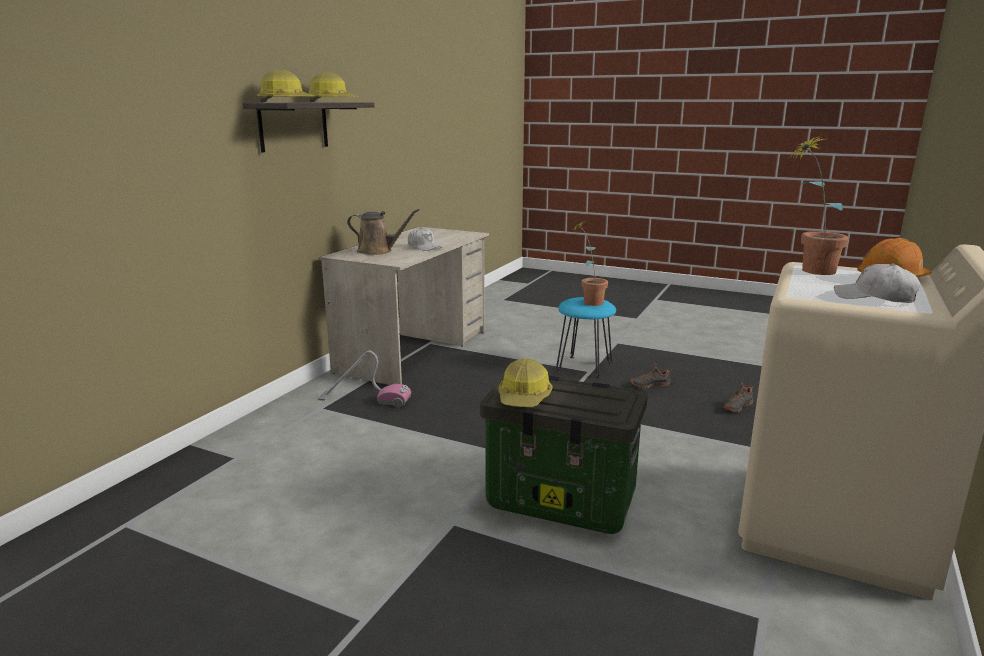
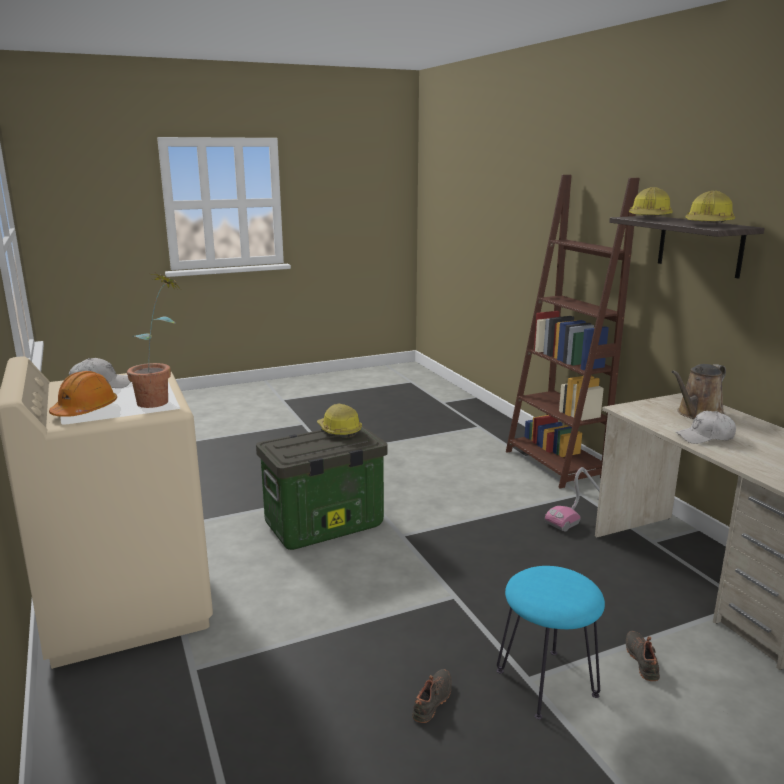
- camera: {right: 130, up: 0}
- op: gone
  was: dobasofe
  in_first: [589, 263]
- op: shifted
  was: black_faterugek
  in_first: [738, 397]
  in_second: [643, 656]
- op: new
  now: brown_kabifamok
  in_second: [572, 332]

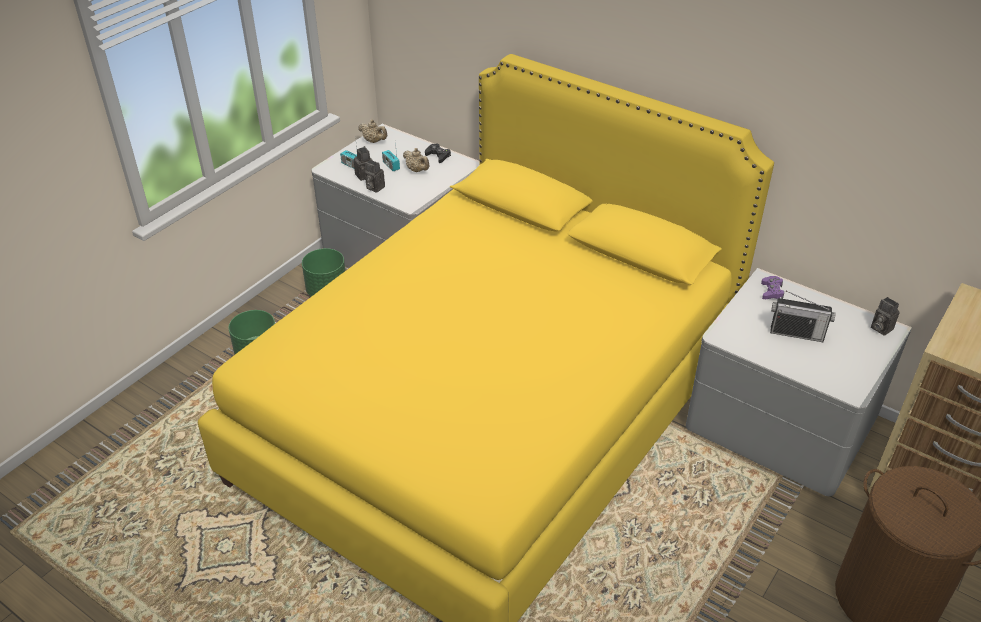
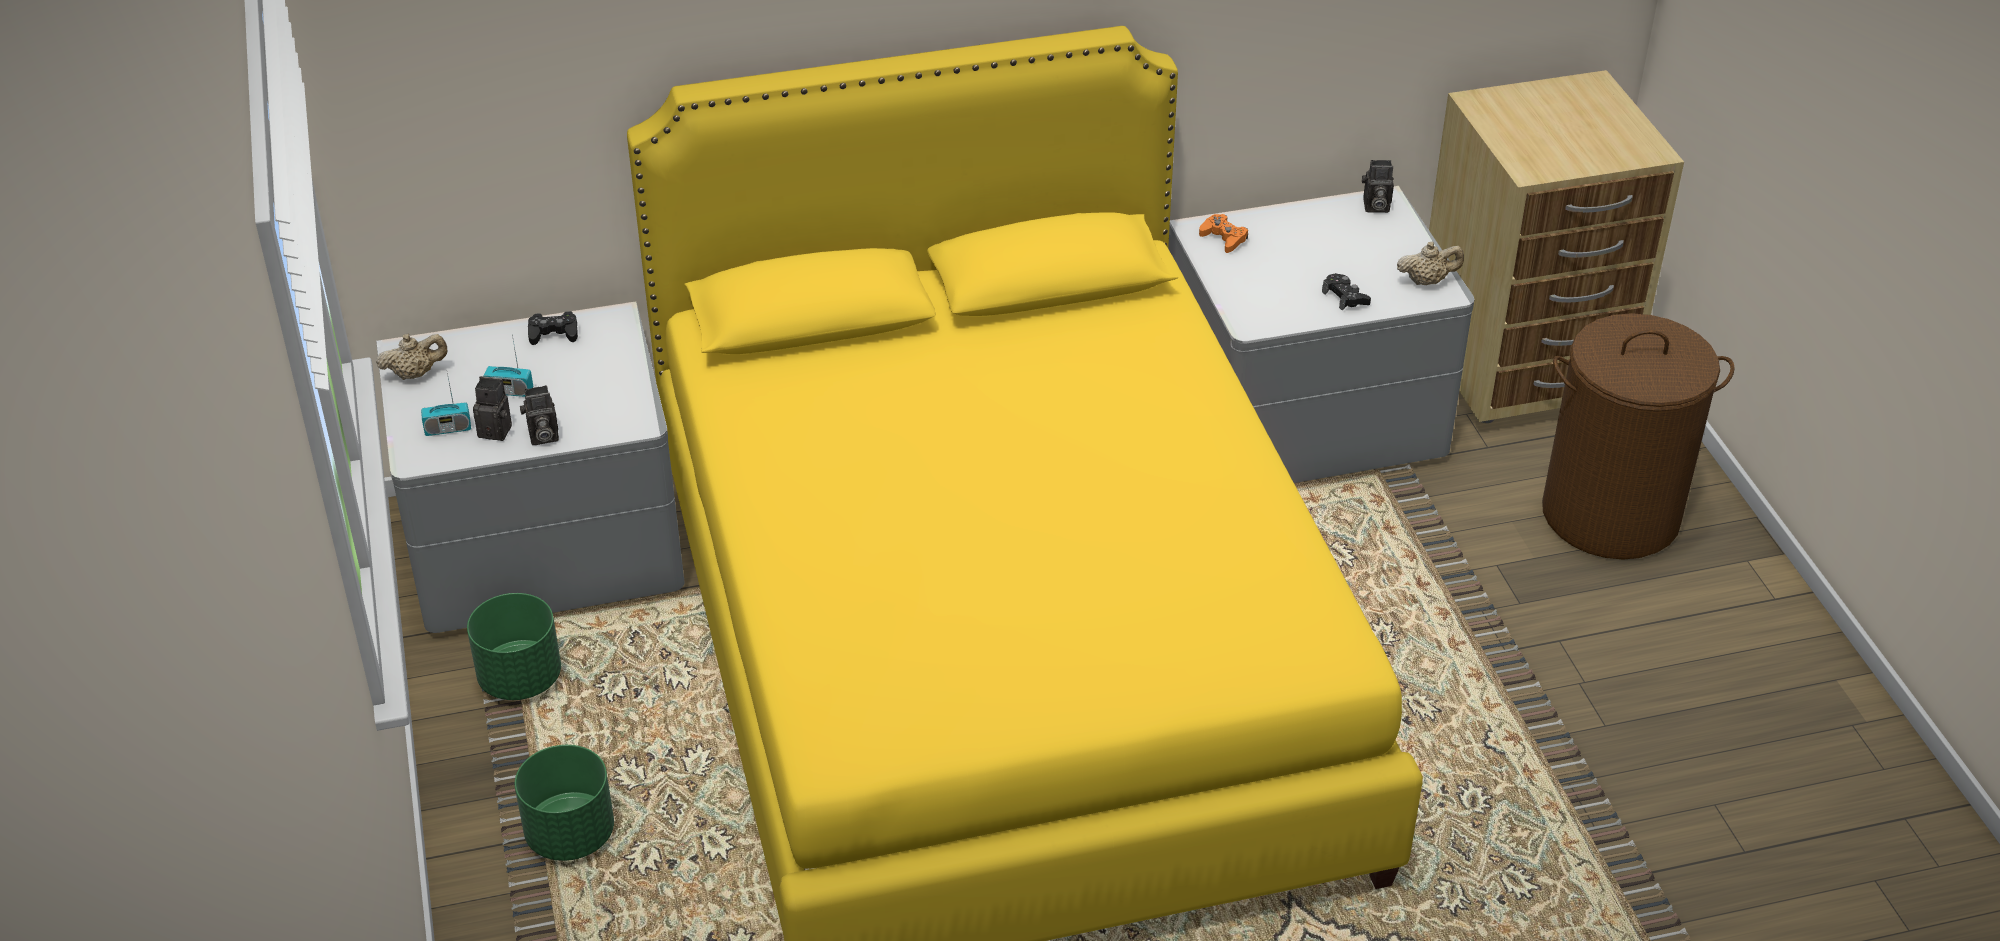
- camera: {right: -50, up: 0}
- op: shifted
  was: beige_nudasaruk
  in_first: [416, 160]
  in_second: [1430, 263]
- op: repainted
  was: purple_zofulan
  now: orange_zofulan
  in_first: [772, 287]
  in_second: [1223, 233]
- op: gone
  was: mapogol
  in_first: [803, 316]
- op: new
  now: black_zofulan
  in_second: [1346, 292]

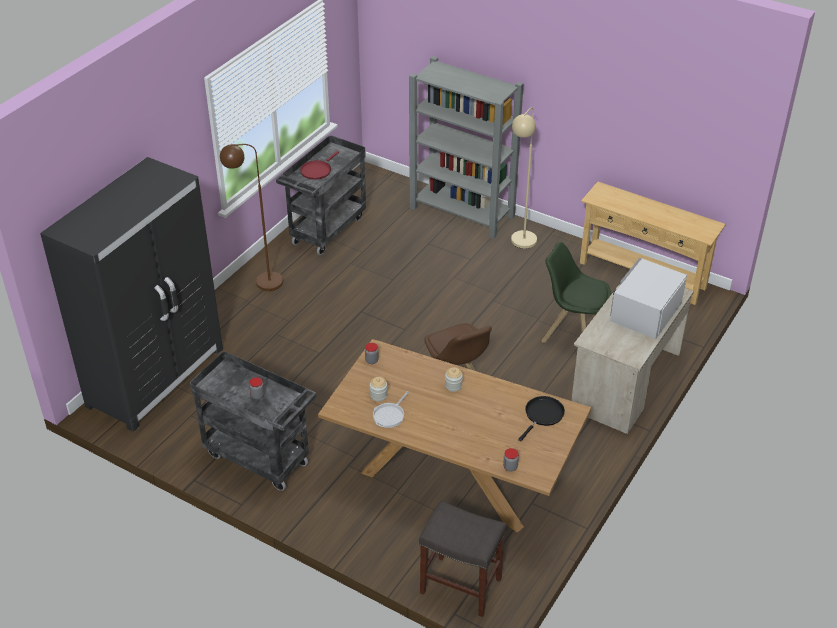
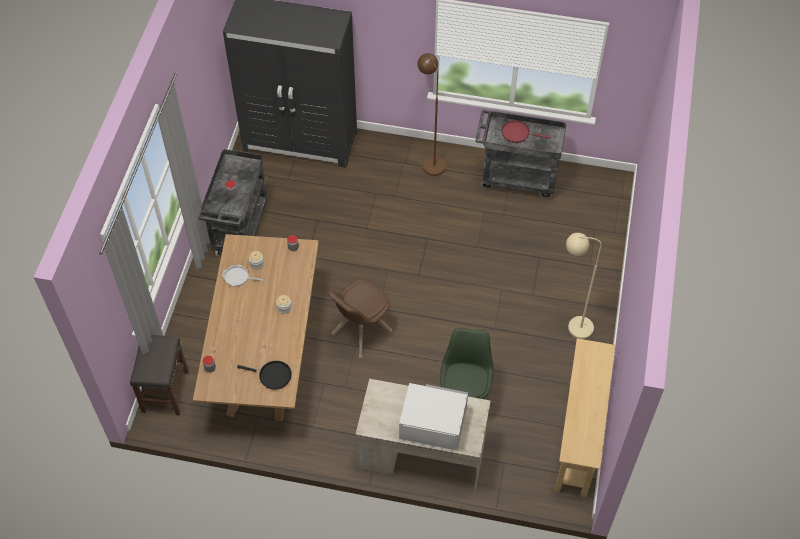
- camera: {right: 70, up: 15}
- op: gone
  was: grey_kabifamok
  in_first: [466, 147]

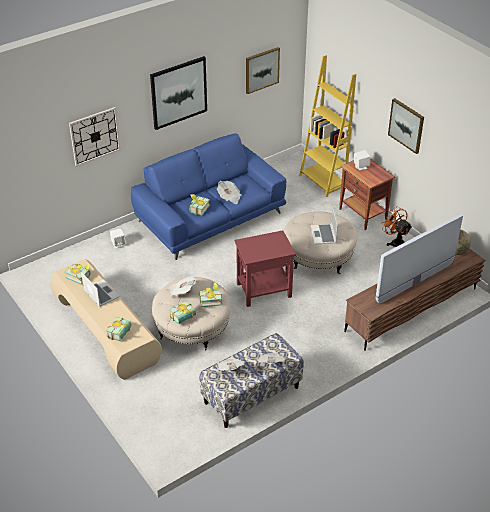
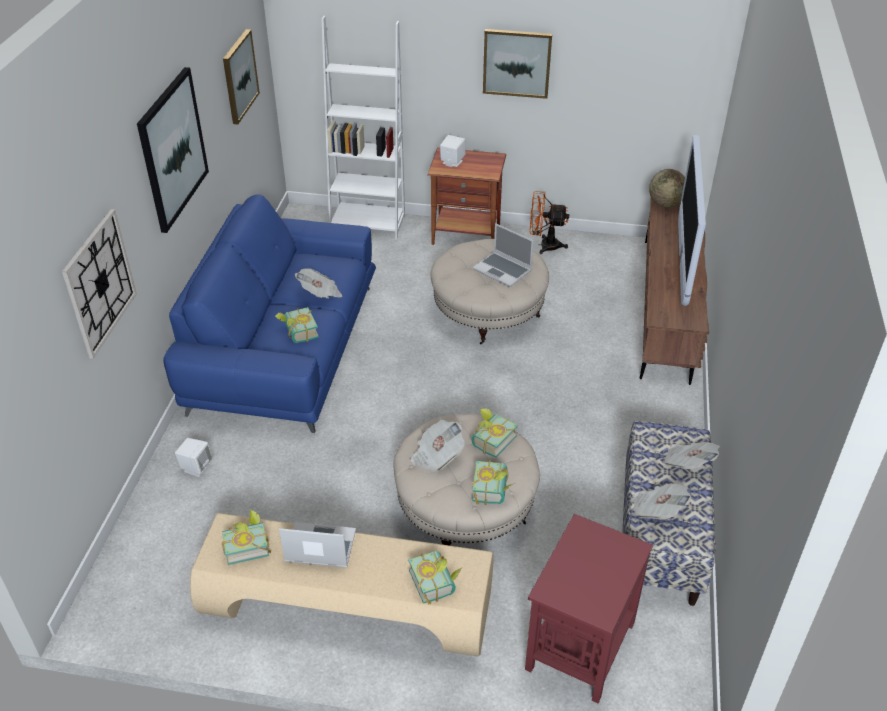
- camera: {right: -45, up: 0}
- op: shifted
  was: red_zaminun
  in_first: [265, 268]
  in_second: [589, 608]
- op: repainted
  was: yellow_kabifamok
  now: white_kabifamok
  in_first: [327, 126]
  in_second: [363, 128]

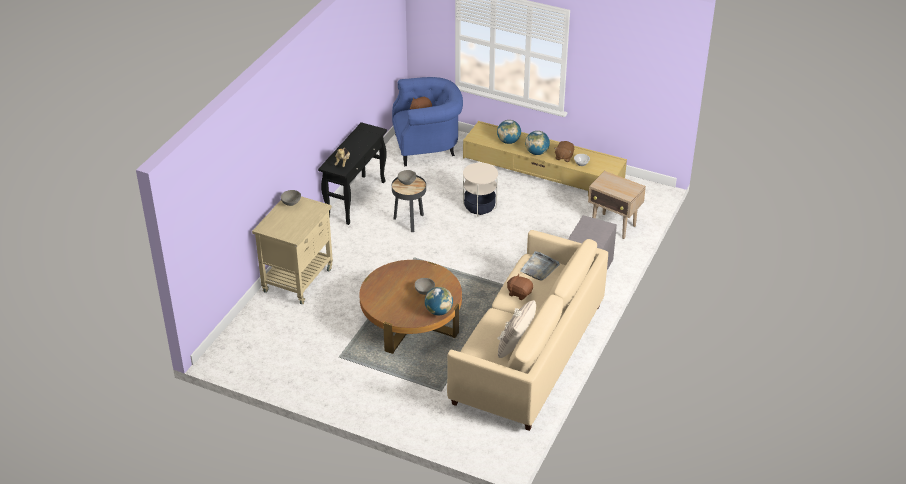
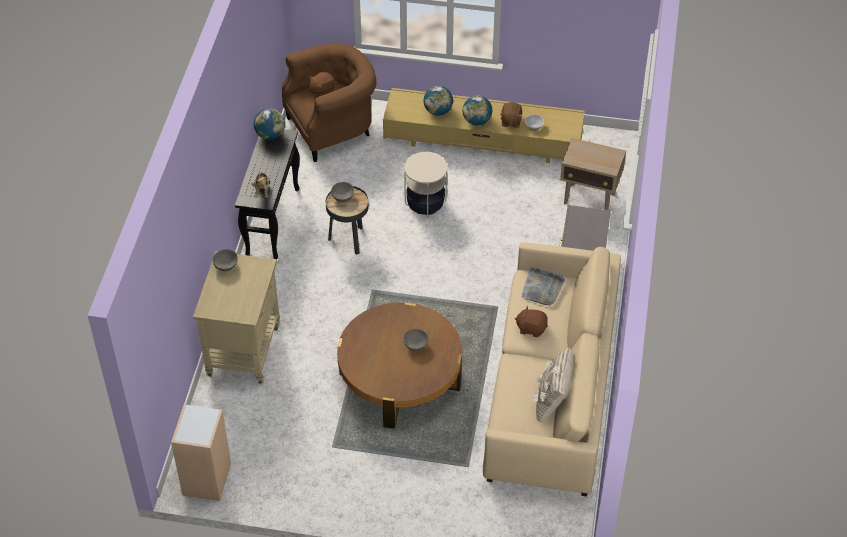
- camera: {right: -15, up: 10}
- op: repainted
  was: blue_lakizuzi
  now: brown_lakizuzi
  in_first: [427, 122]
  in_second: [329, 102]
- op: shifted
  was: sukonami
  in_first: [439, 301]
  in_second: [269, 124]
- op: new
  now: kabifamok
  in_second: [201, 452]

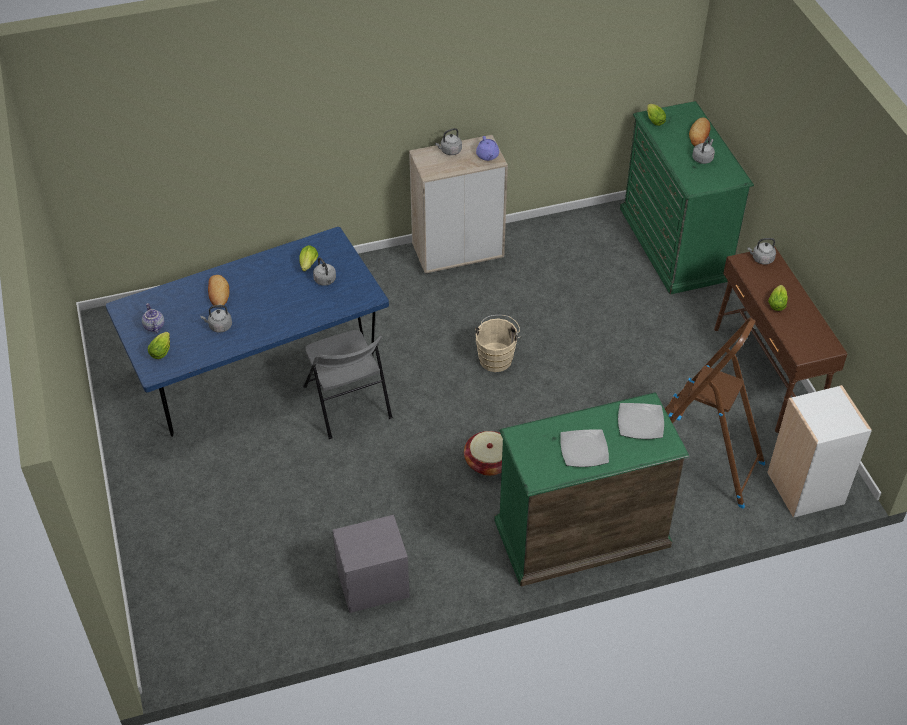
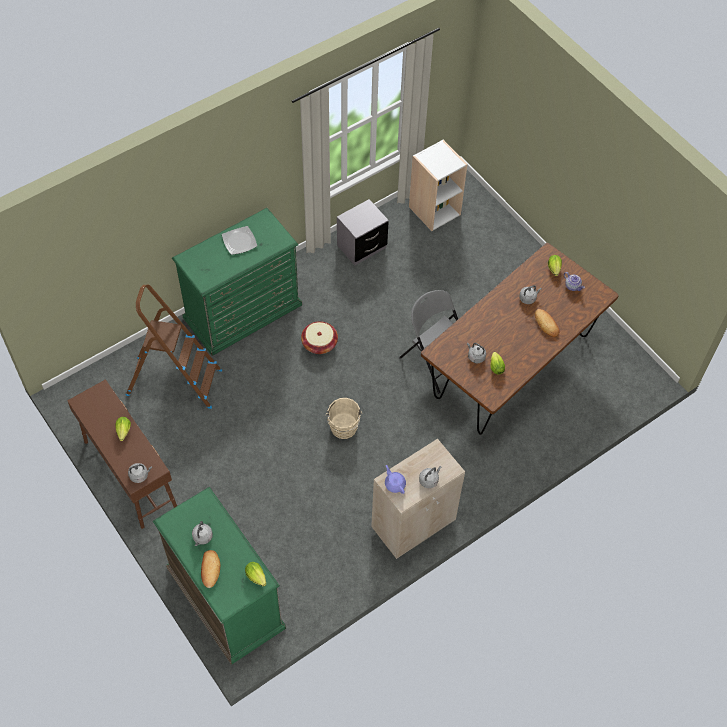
- camera: {right: 160, up: 10}
- op: repainted
  was: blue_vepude
  now: brown_vepude
  in_first: [247, 332]
  in_second: [520, 339]
- op: gone
  was: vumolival
  in_first: [641, 421]
- op: shifted
  was: kabifamok
  in_first: [819, 451]
  in_second: [438, 185]

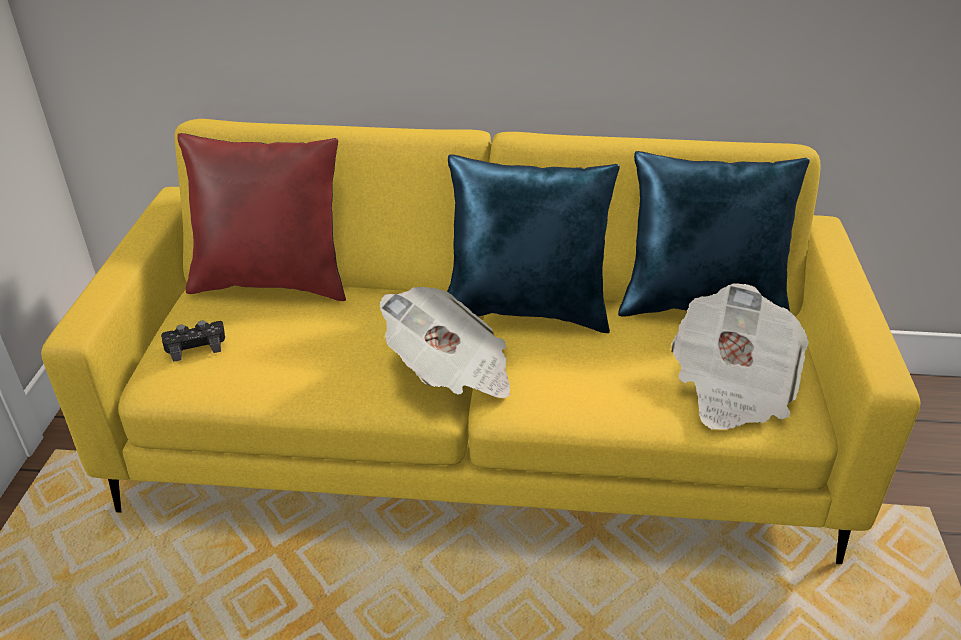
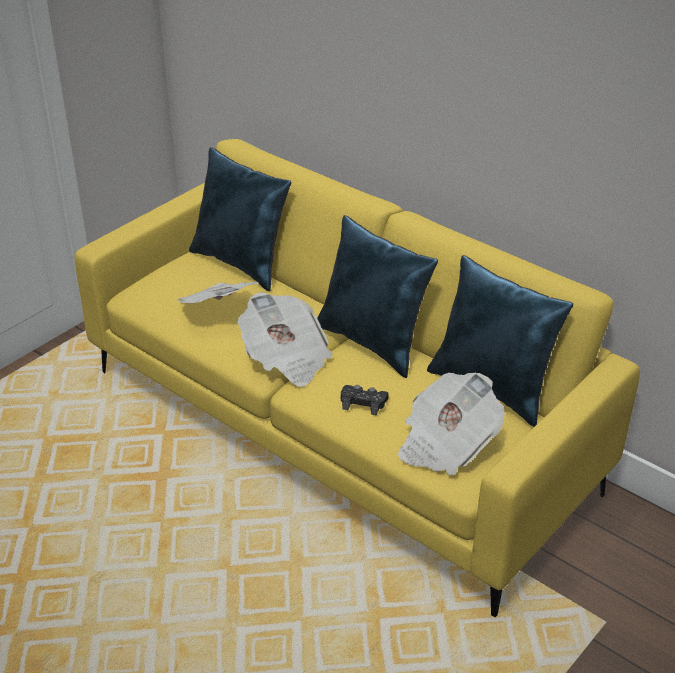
- camera: {right: 35, up: 0}
- op: shifted
  was: black_zofulan
  in_first: [193, 341]
  in_second: [365, 400]
- op: repainted
  was: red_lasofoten
  now: blue_lasofoten
  in_first: [261, 217]
  in_second: [240, 219]
- op: new
  now: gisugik
  in_second: [217, 292]

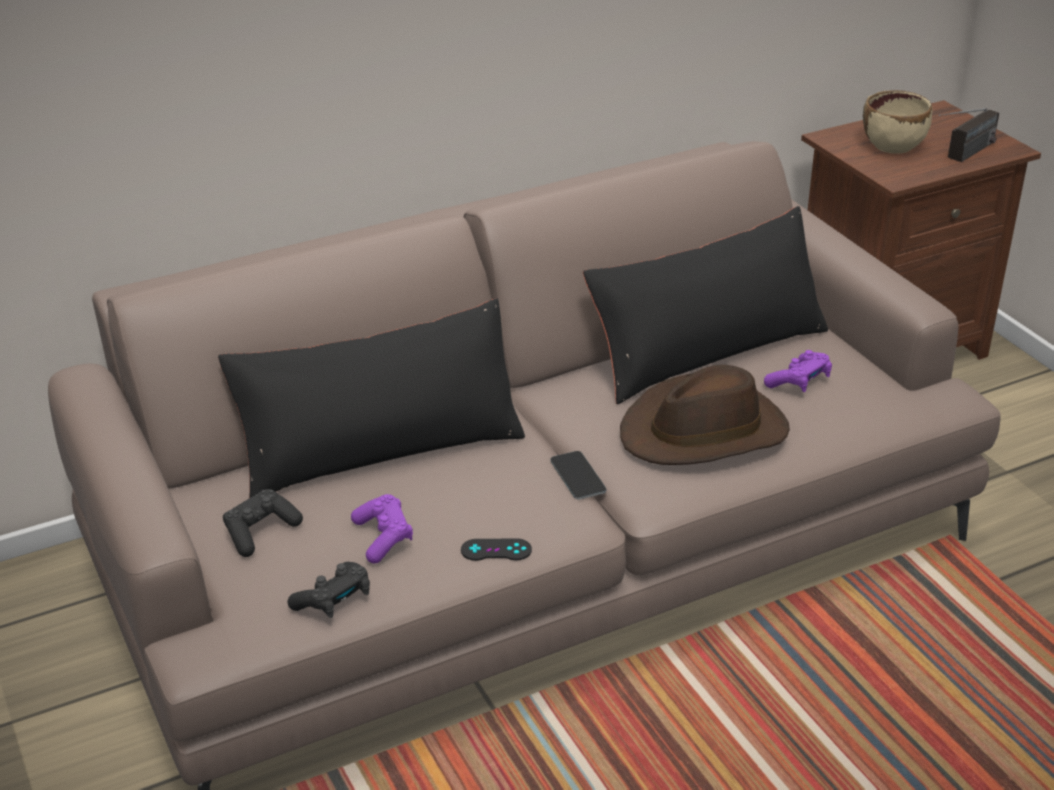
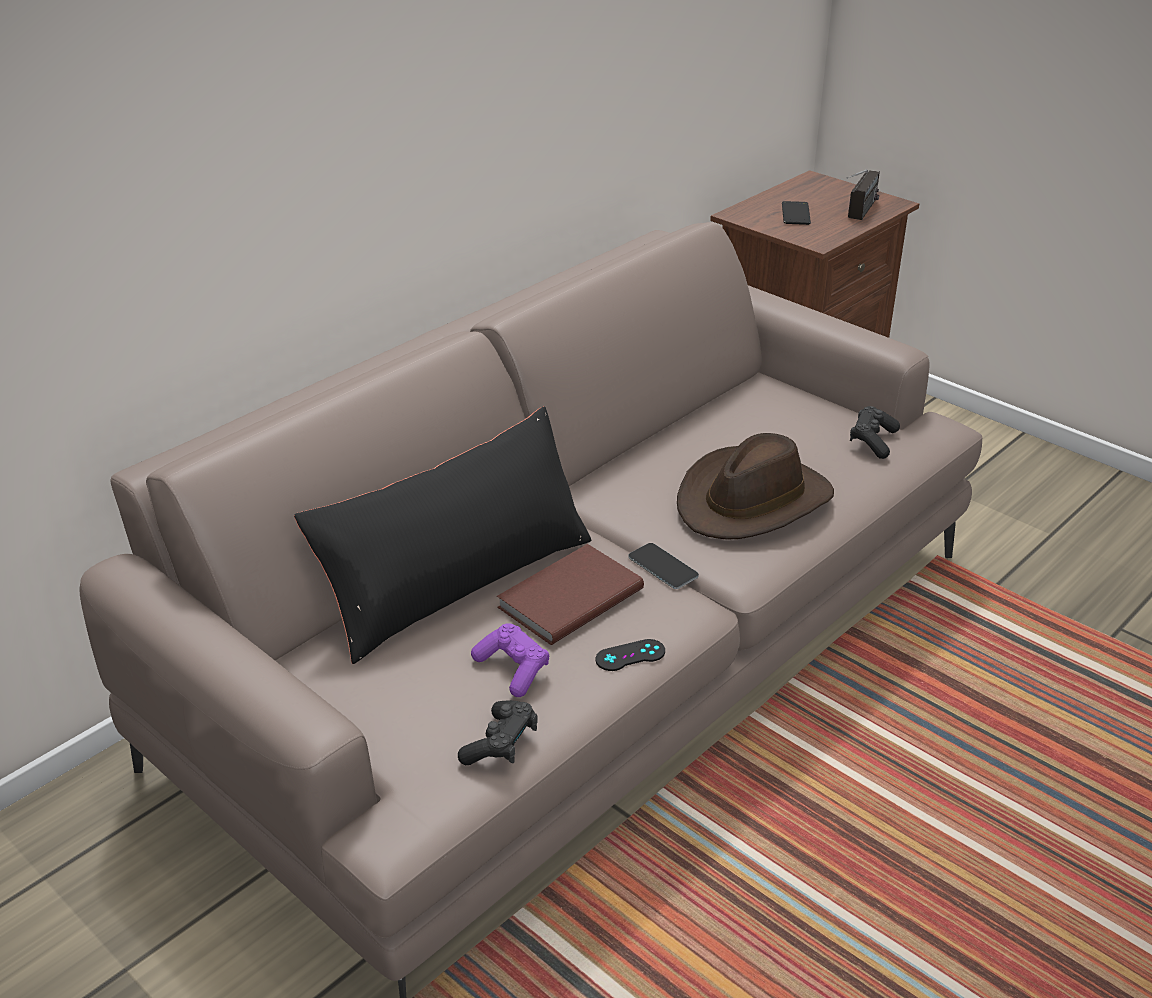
- camera: {right: -20, up: 0}
- op: shifted
  was: black_zofulan
  in_first: [263, 523]
  in_second: [875, 432]
- op: gone
  was: black_lasofoten
  in_first: [705, 305]
- op: gone
  was: purple_zofulan
  in_first: [798, 371]
- op: swapped
  was: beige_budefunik
  now: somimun
  in_first: [898, 122]
  in_second: [796, 213]
- op: new
  now: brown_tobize
  in_second: [570, 594]

